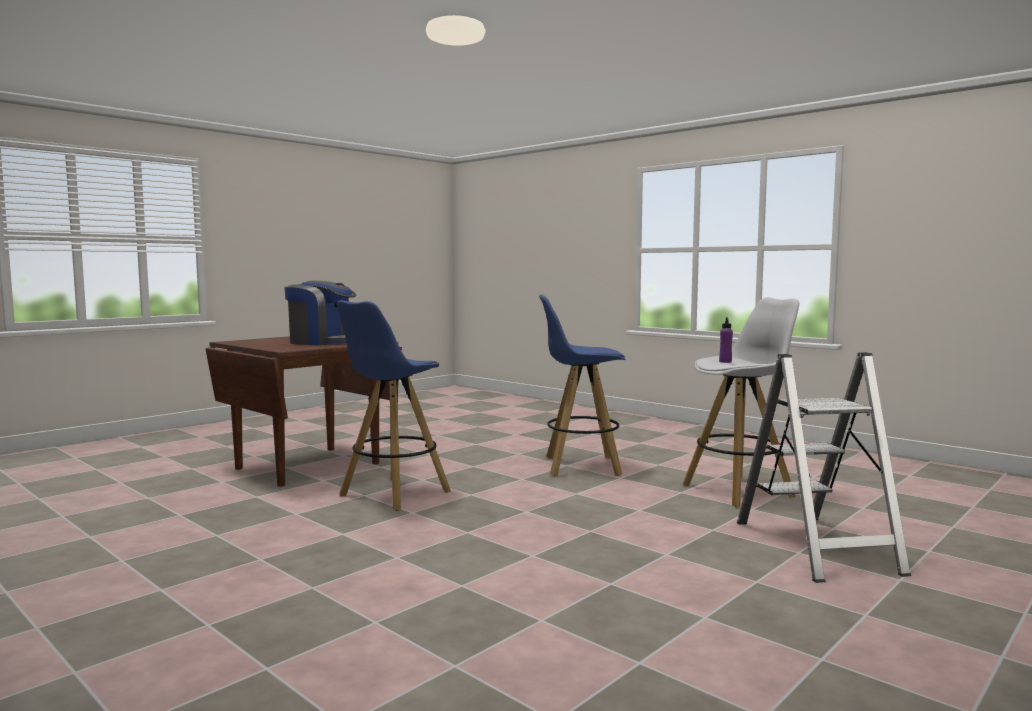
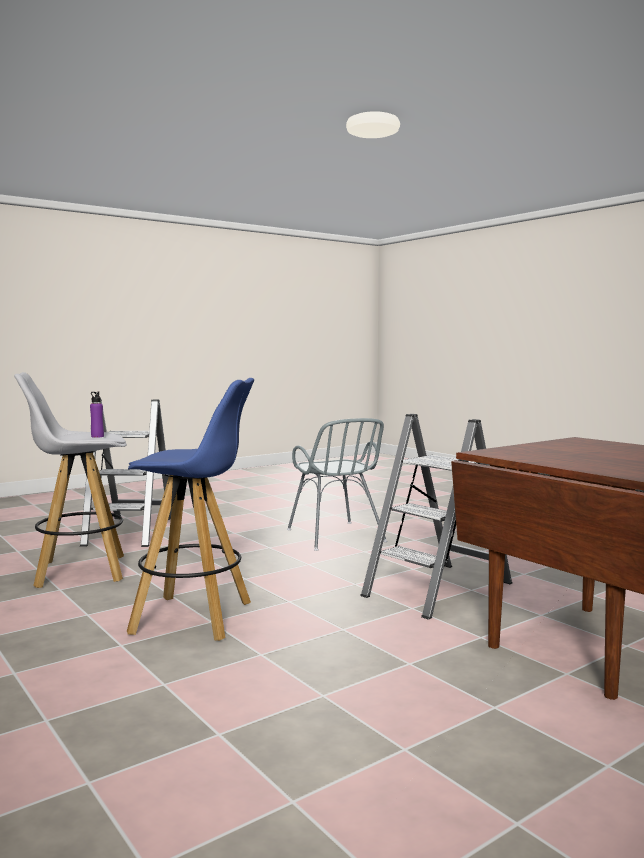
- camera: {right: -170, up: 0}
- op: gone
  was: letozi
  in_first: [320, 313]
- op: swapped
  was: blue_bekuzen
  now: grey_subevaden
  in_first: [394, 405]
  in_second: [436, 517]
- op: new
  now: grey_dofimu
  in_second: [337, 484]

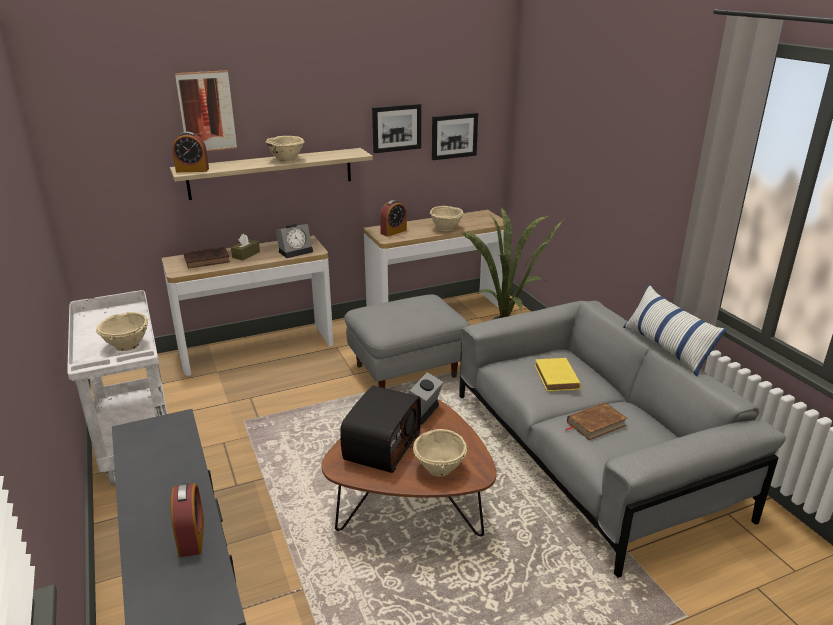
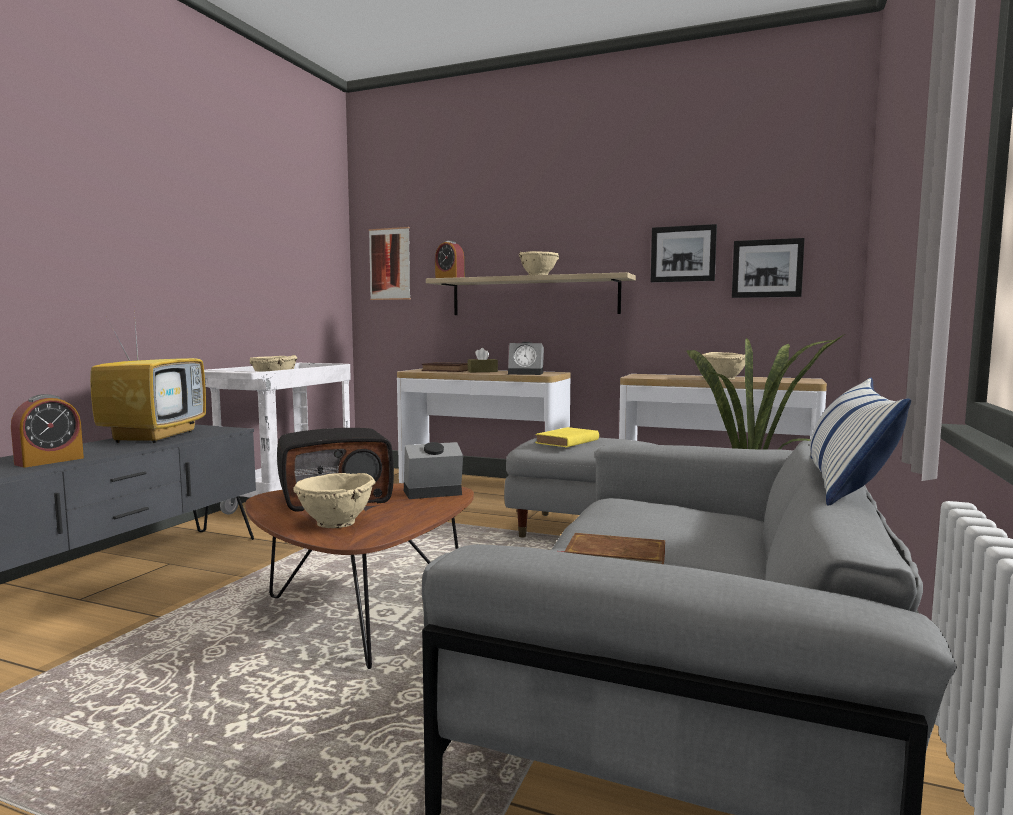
- camera: {right: 45, up: -20}
- op: shifted
  was: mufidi
  in_first: [206, 110]
  in_second: [390, 263]
- op: gone
  was: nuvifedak
  in_first: [393, 218]
- op: shifted
  was: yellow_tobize
  in_first: [558, 374]
  in_second: [567, 437]
- op: new
  now: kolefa
  in_second: [148, 377]

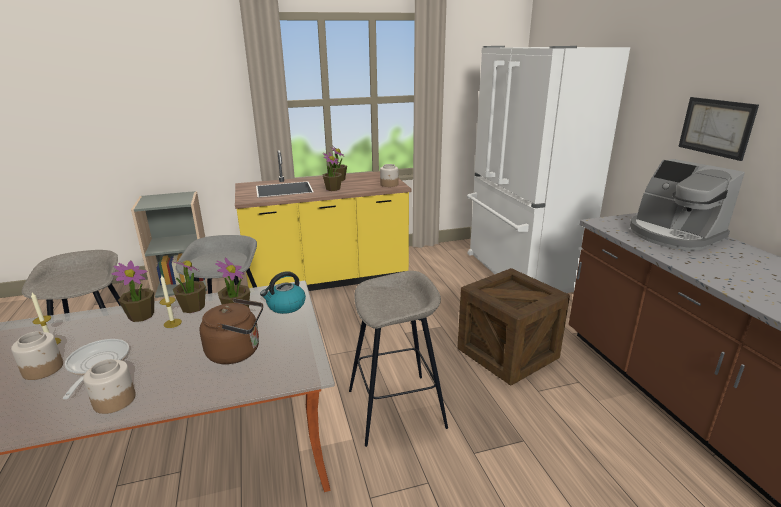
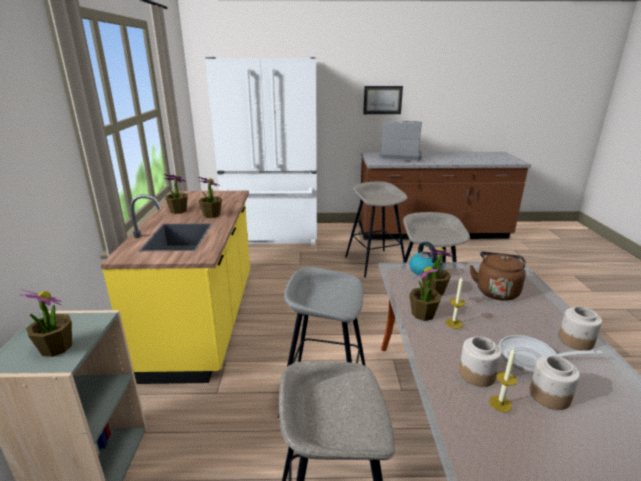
- camera: {right: -75, up: 0}
- op: shifted
  was: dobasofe
  in_first: [132, 291]
  in_second: [47, 323]
- op: shifted
  was: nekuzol
  in_first: [389, 175]
  in_second: [480, 361]
- op: swapped
  was: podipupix
  now: grey_bekuzen
  in_first: [513, 327]
  in_second: [376, 229]
- op: rotated
  was: letozi
  in_first: [687, 205]
  in_second: [401, 141]
  clockwise: -150

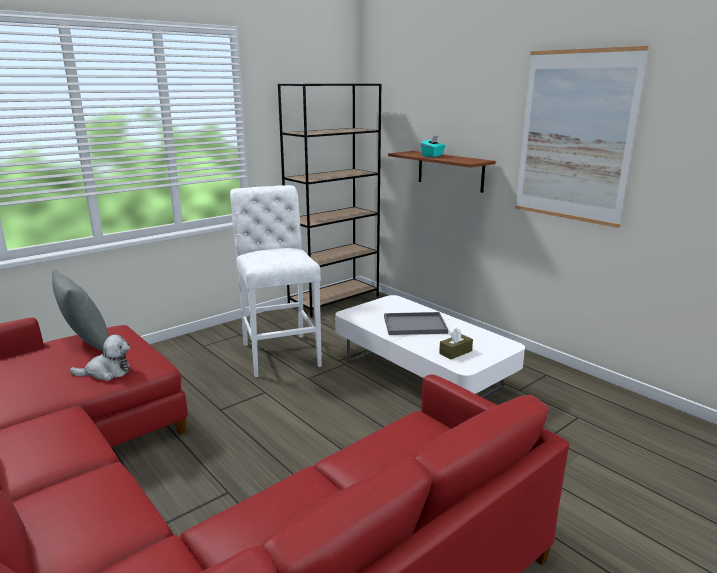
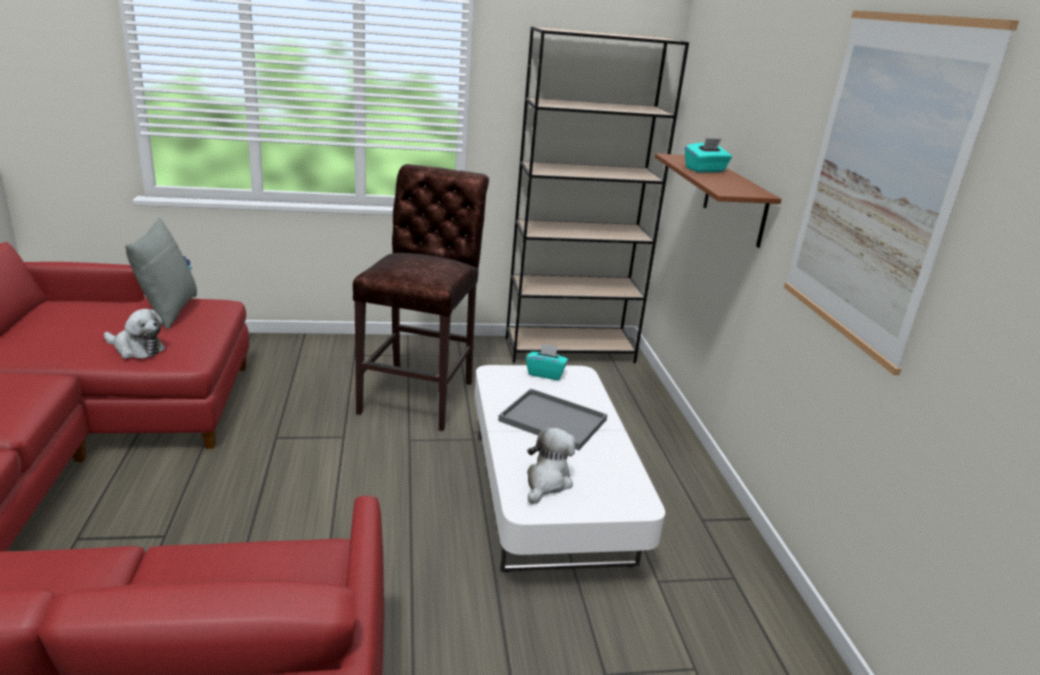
- camera: {right: 30, up: 5}
- op: repainted
  was: white_bekuzen
  now: brown_bekuzen
  in_first: [276, 281]
  in_second: [421, 297]
- op: swapped
  was: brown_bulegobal
  now: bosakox
  in_first: [456, 343]
  in_second: [551, 466]
- op: new
  now: turquoise_bulegobal
  in_second: [547, 361]

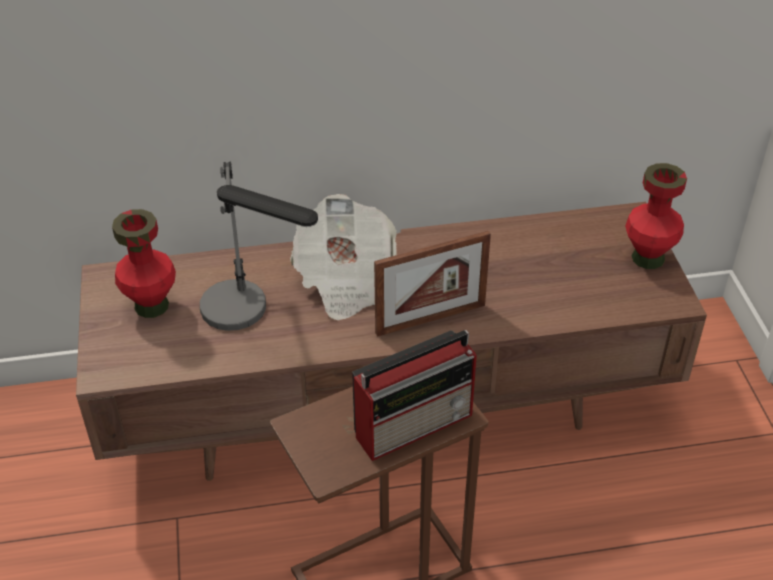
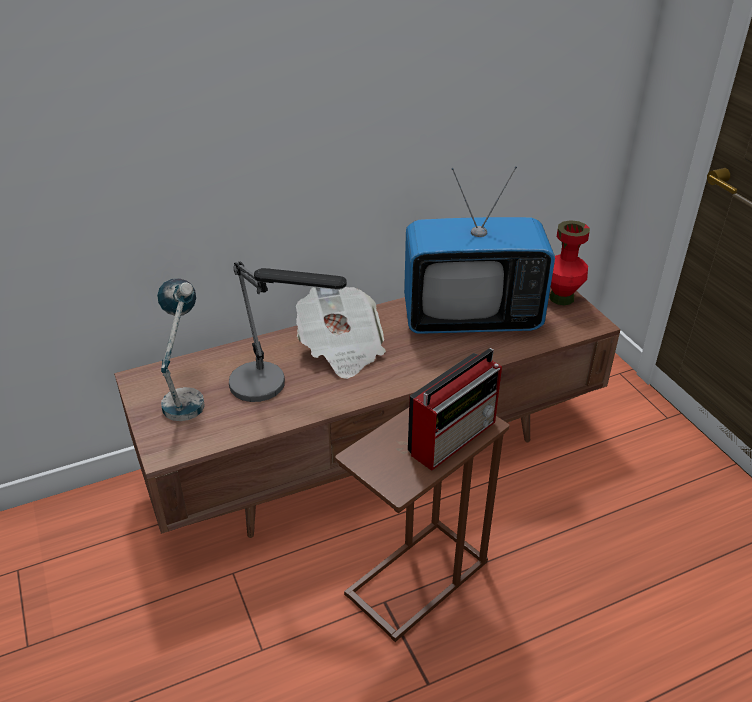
- camera: {right: -15, up: -5}
- op: swapped
  was: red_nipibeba
  now: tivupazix
  in_first: [144, 263]
  in_second: [181, 349]
- op: gone
  was: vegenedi
  in_first: [432, 284]
- op: new
  now: kolefa
  in_second: [479, 250]

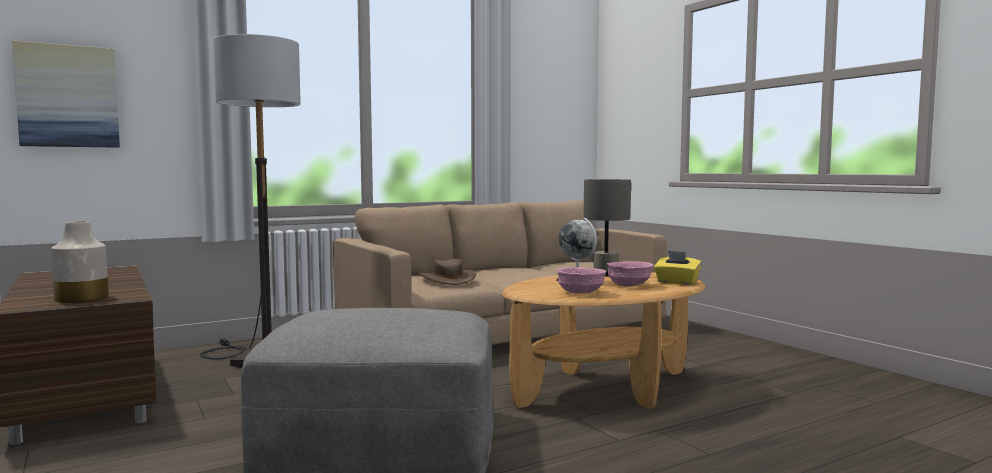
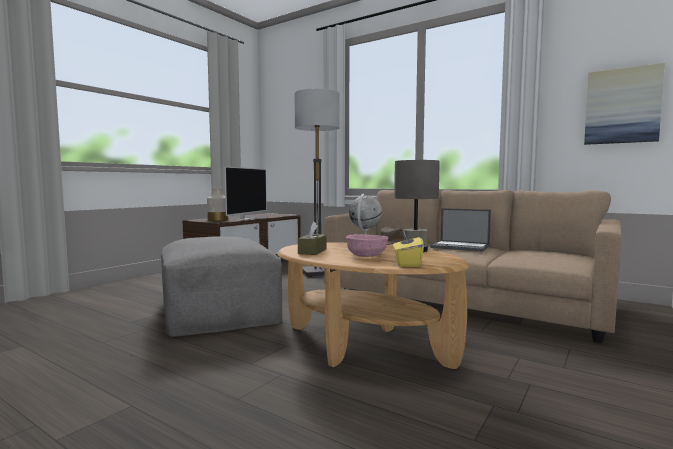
- camera: {right: 65, up: 0}
- op: shifted
  was: mufidi
  in_first: [66, 94]
  in_second: [624, 104]
- op: swapped
  was: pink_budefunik
  now: brown_bulegobal
  in_first: [581, 280]
  in_second: [312, 238]
- op: new
  now: kolefa
  in_second: [246, 194]
- op: new
  now: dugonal
  in_second: [460, 230]

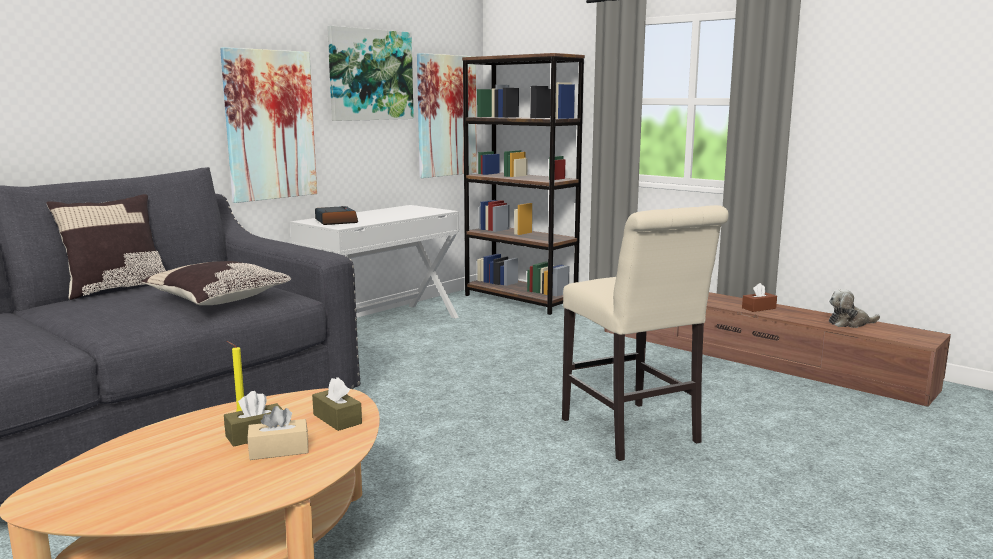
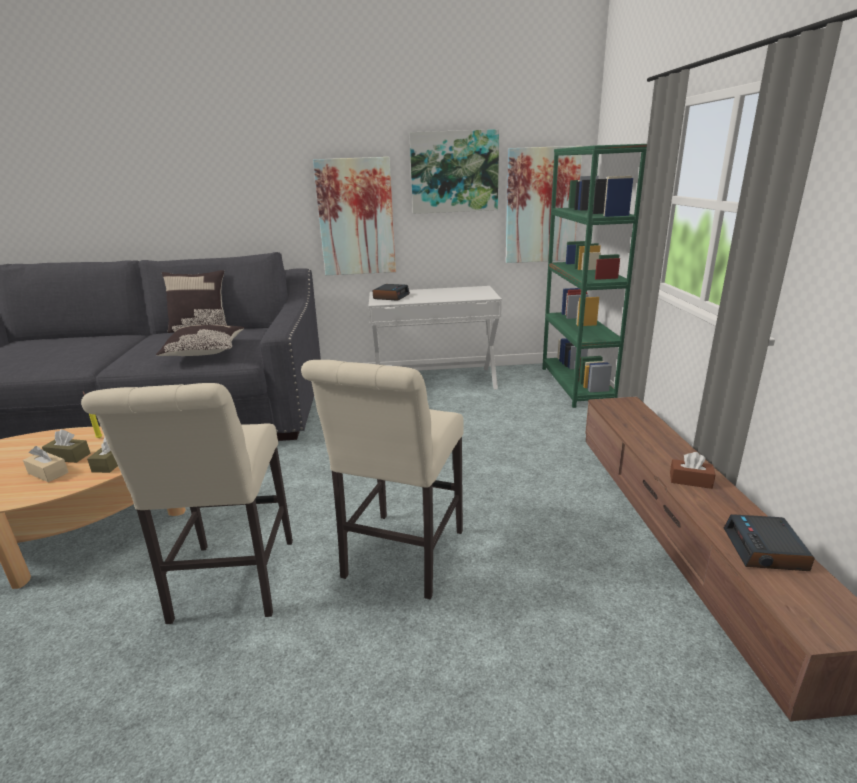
- camera: {right: 45, up: 10}
- op: repainted
  was: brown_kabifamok
  now: green_kabifamok
  in_first: [523, 184]
  in_second: [594, 276]
- op: swapped
  was: bosakox
  now: nuvifedak
  in_first: [854, 308]
  in_second: [769, 542]
- op: new
  now: beige_bekuzen
  in_second: [187, 503]

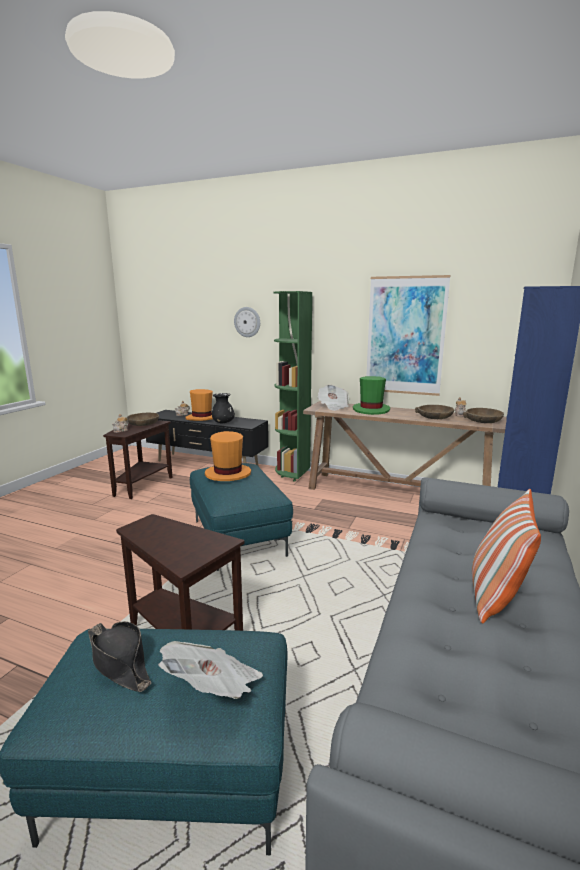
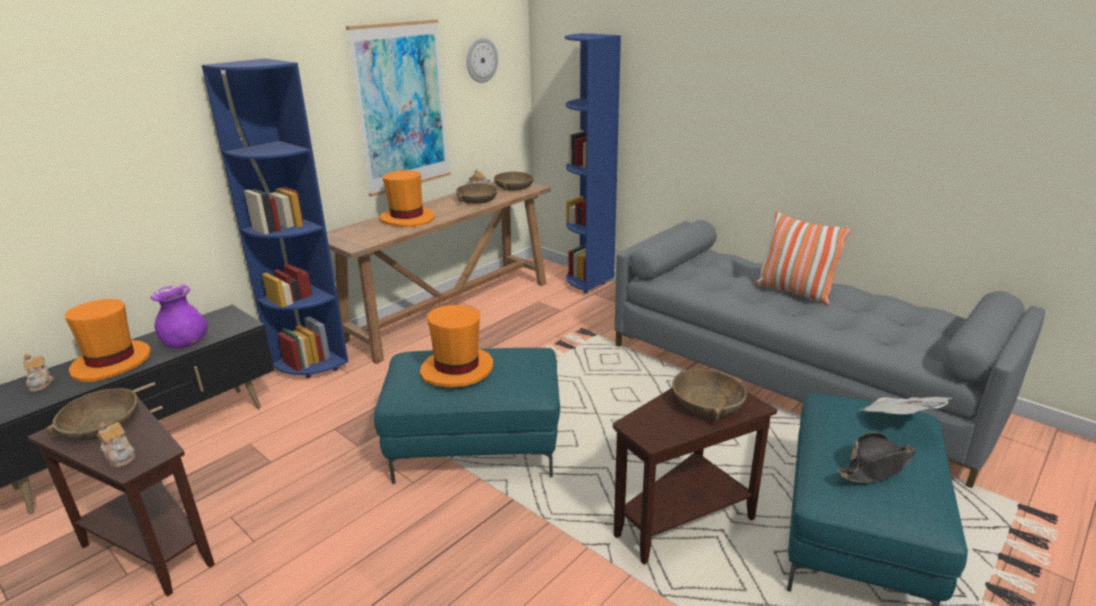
- camera: {right: -70, up: 10}
- op: repainted
  was: black_nipibeba
  now: purple_nipibeba
  in_first: [223, 408]
  in_second: [179, 316]
- op: shifted
  was: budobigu
  in_first: [247, 322]
  in_second: [482, 60]
- op: repainted
  was: green_kabifamok
  now: blue_kabifamok
  in_first: [292, 386]
  in_second: [275, 218]
- op: gone
  was: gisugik
  in_first: [333, 398]
- op: repainted
  was: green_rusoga
  now: orange_rusoga
  in_first: [371, 395]
  in_second: [407, 199]
- op: new
  now: brown_budefunik
  in_second: [709, 395]

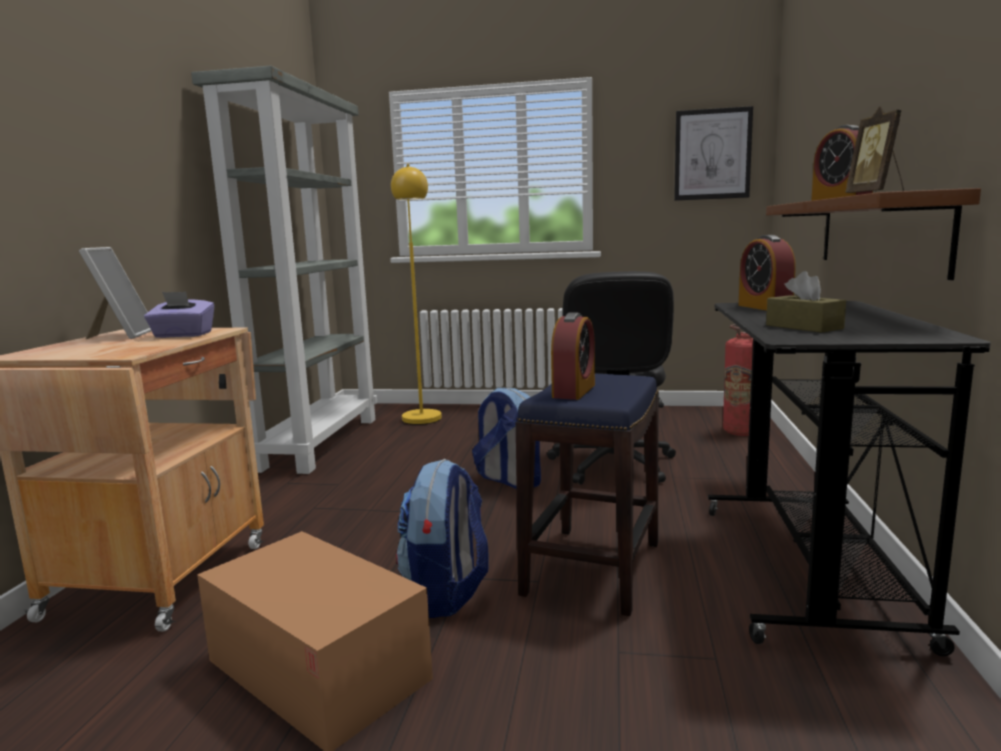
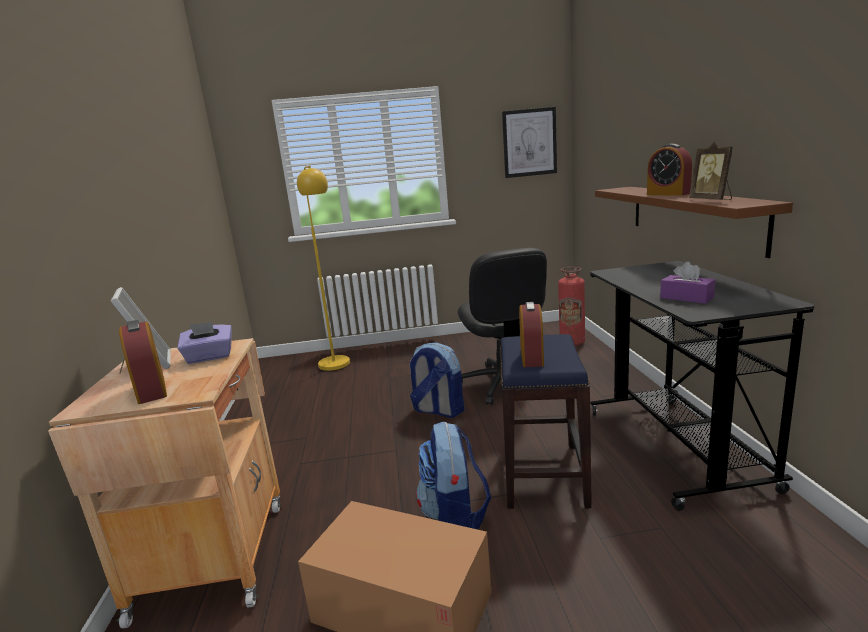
- camera: {right: -15, up: 5}
- op: gone
  was: grey_kabifamok
  in_first: [284, 270]
- op: shifted
  was: nuvifedak
  in_first: [767, 273]
  in_second: [143, 362]
- op: repainted
  was: brown_bulegobal
  now: purple_bulegobal
  in_first: [806, 302]
  in_second: [687, 283]

